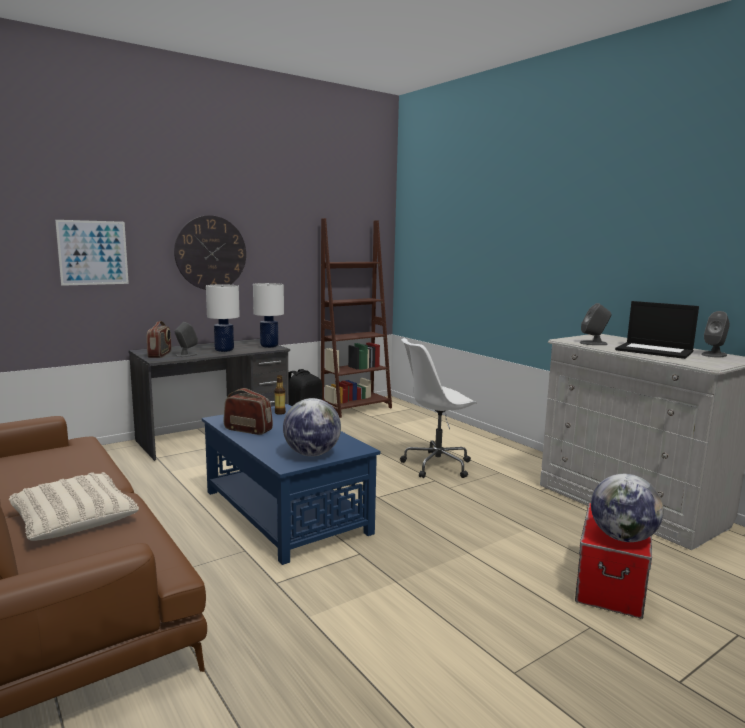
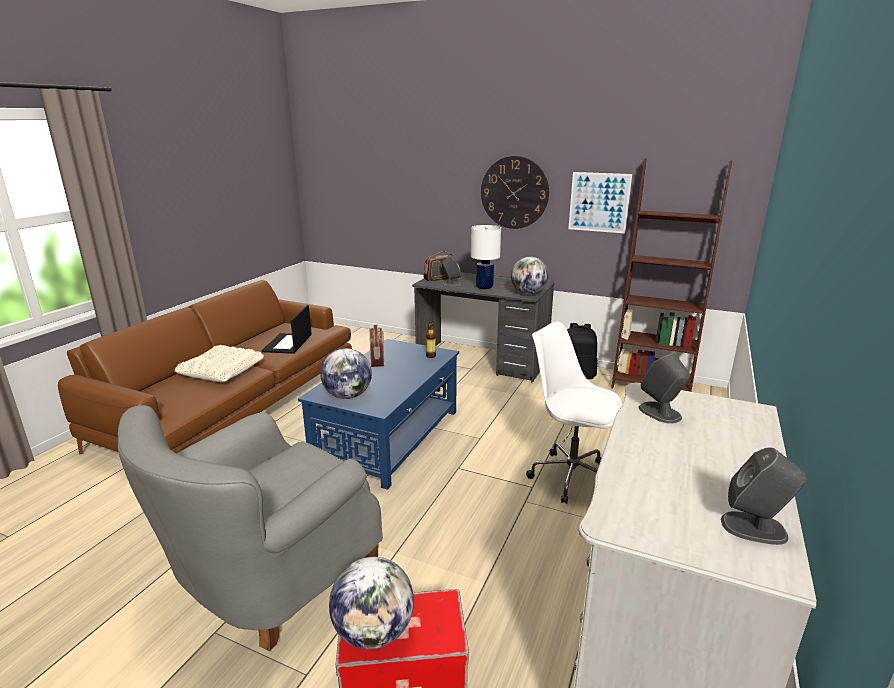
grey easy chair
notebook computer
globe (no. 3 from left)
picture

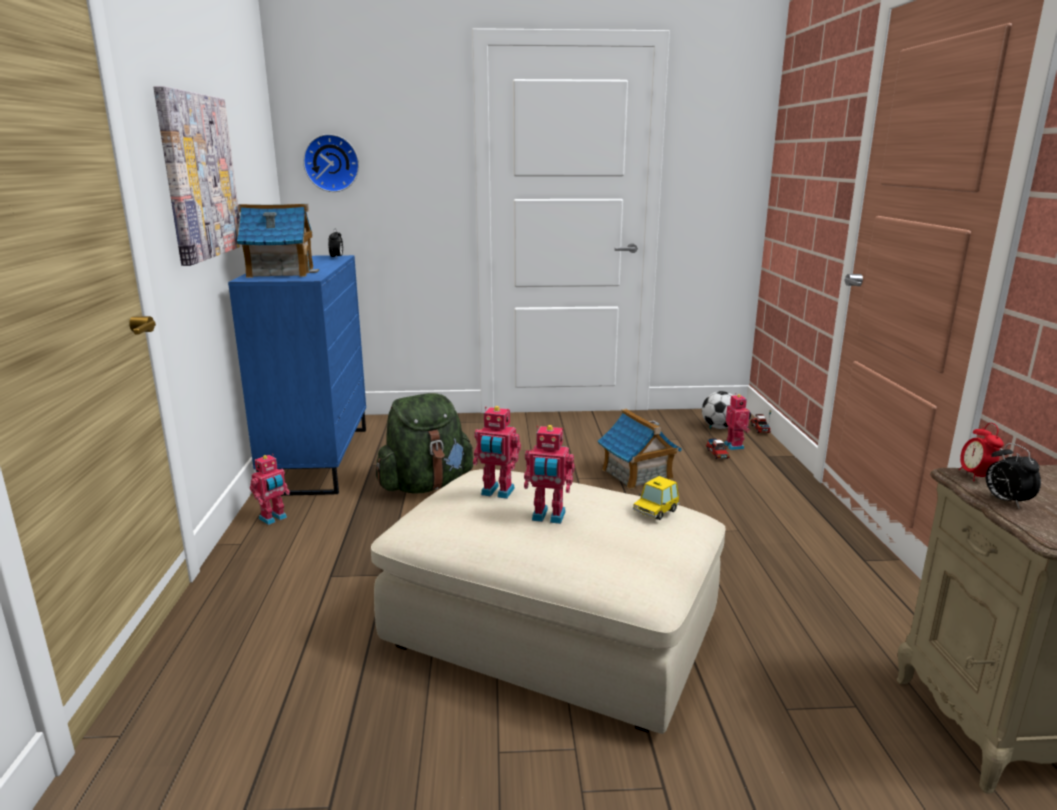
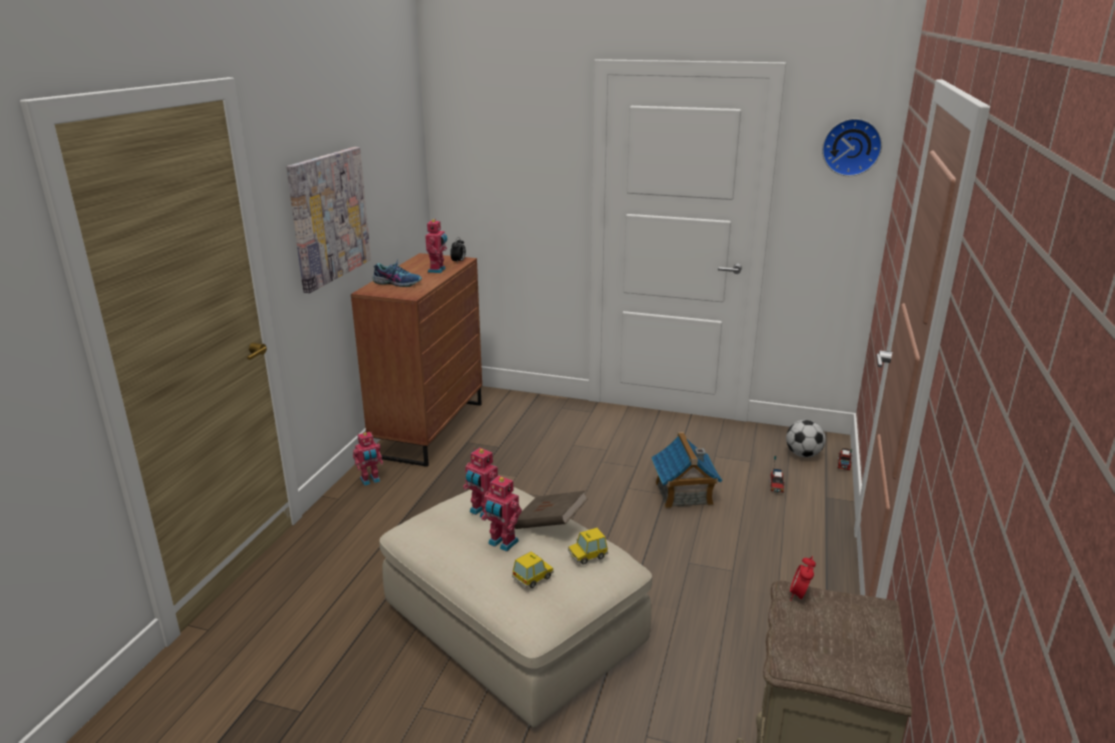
brown dresser
low shoe
robot figure (no. 2 from left)
toy car (no. 1 from left)
brown book
wall clock
green-coloured rucksack
alarm clock (no. 3 from left in the first image)

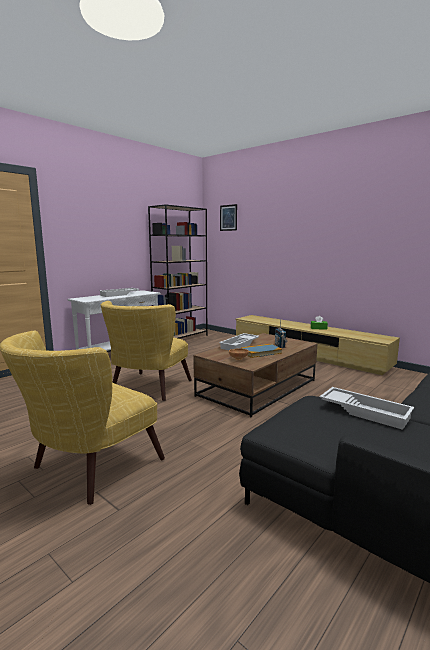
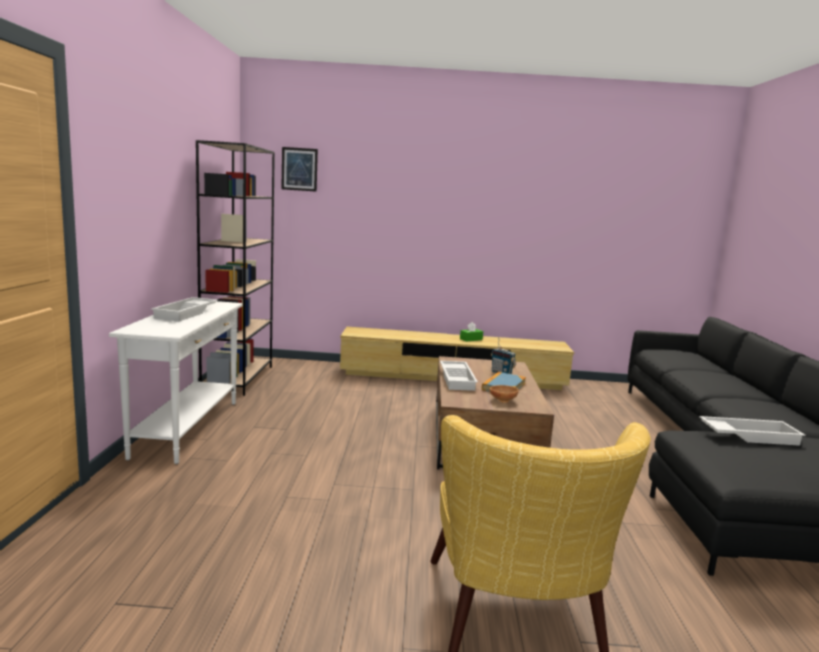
yellowish easy chair (no. 2 from left in the first image)

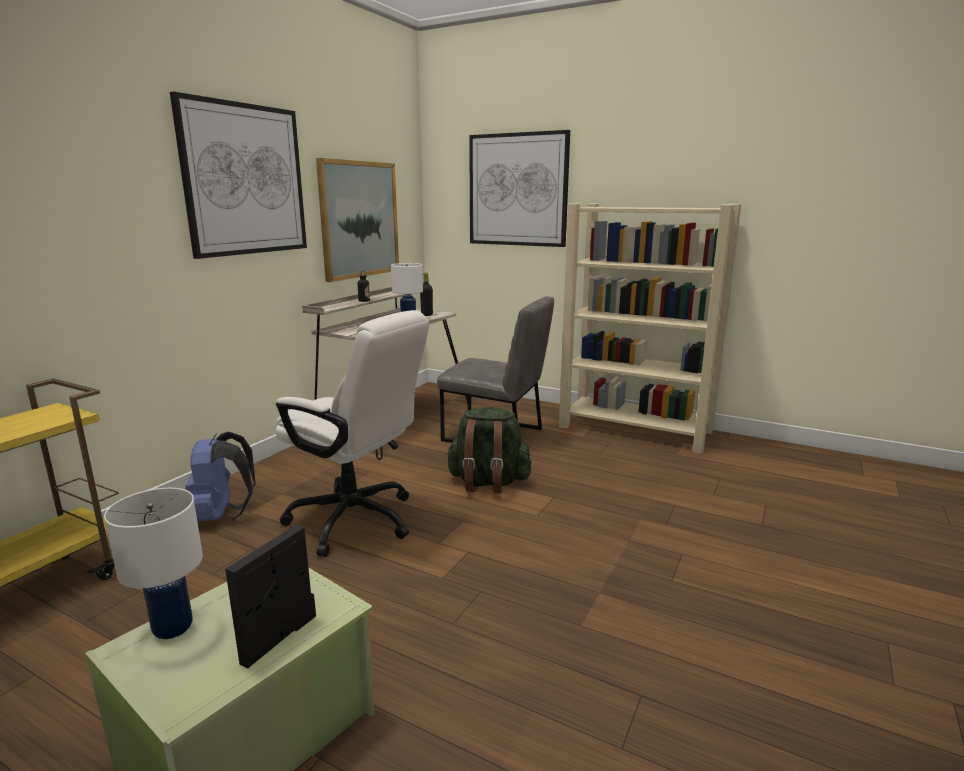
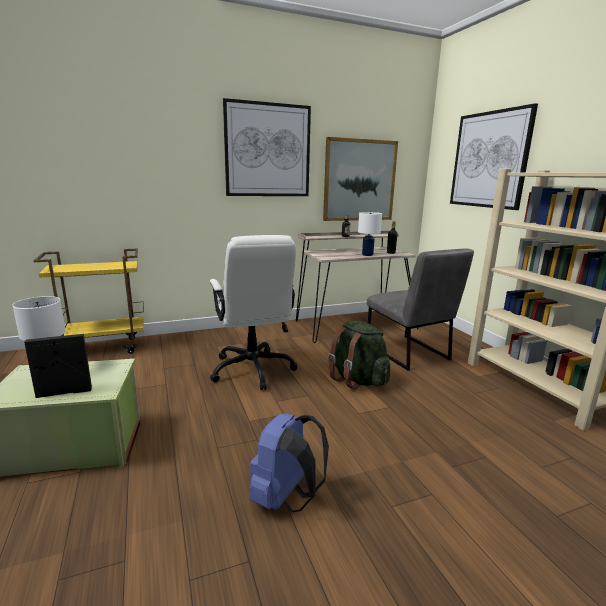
bluish rucksack

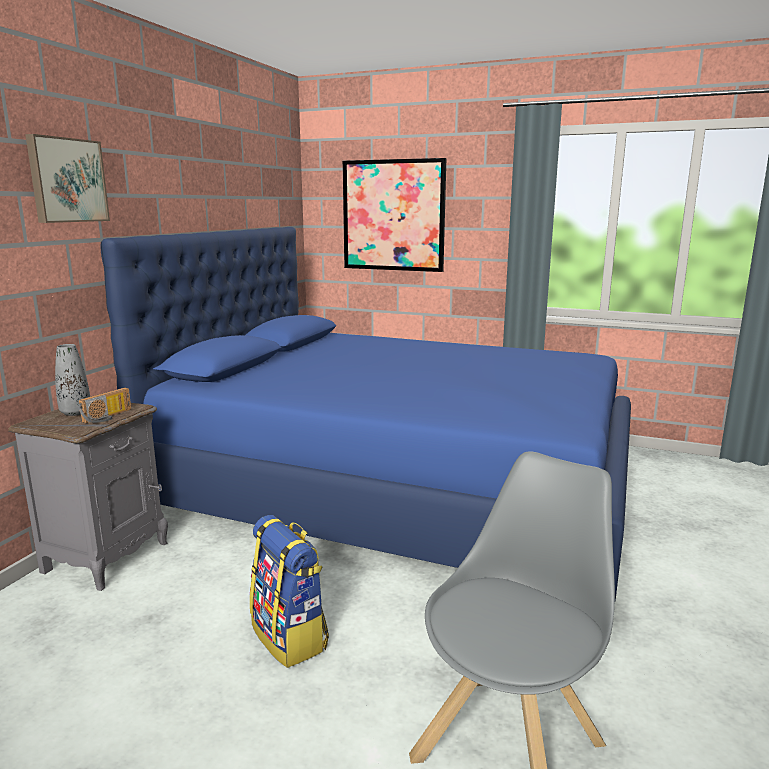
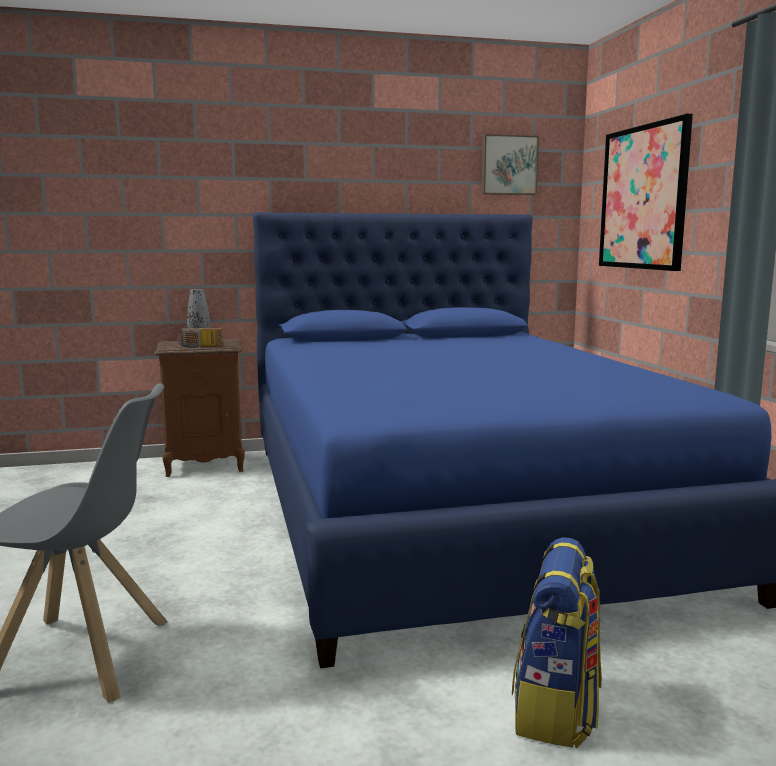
brown night table
picture (no. 1 from left)
rucksack

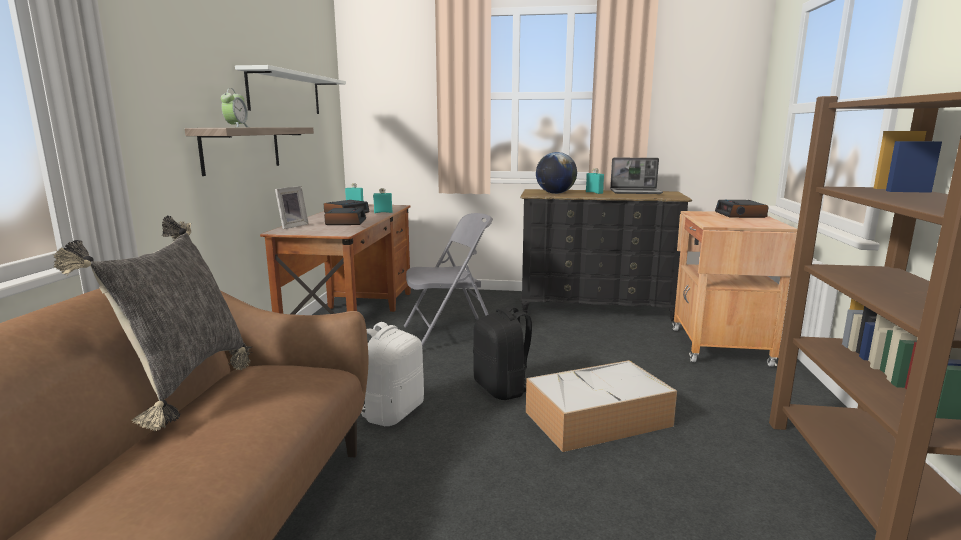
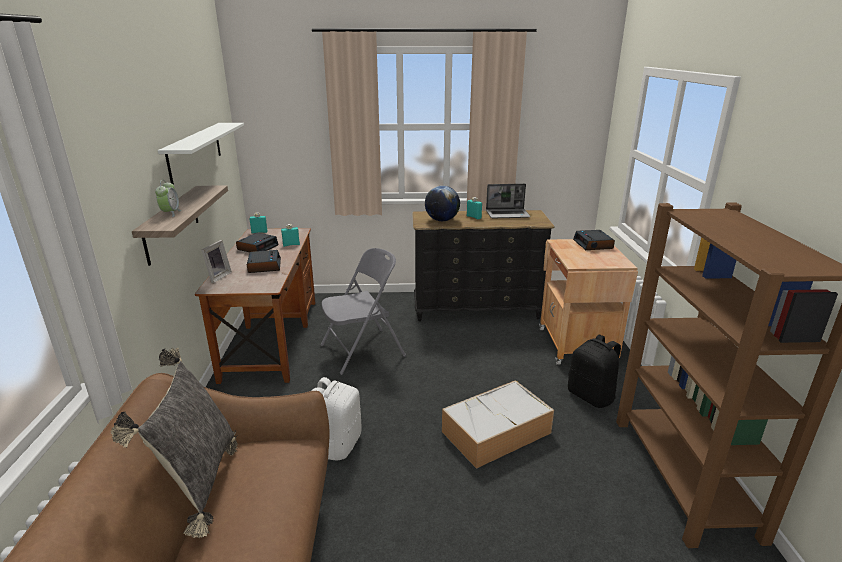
black-coloured rucksack

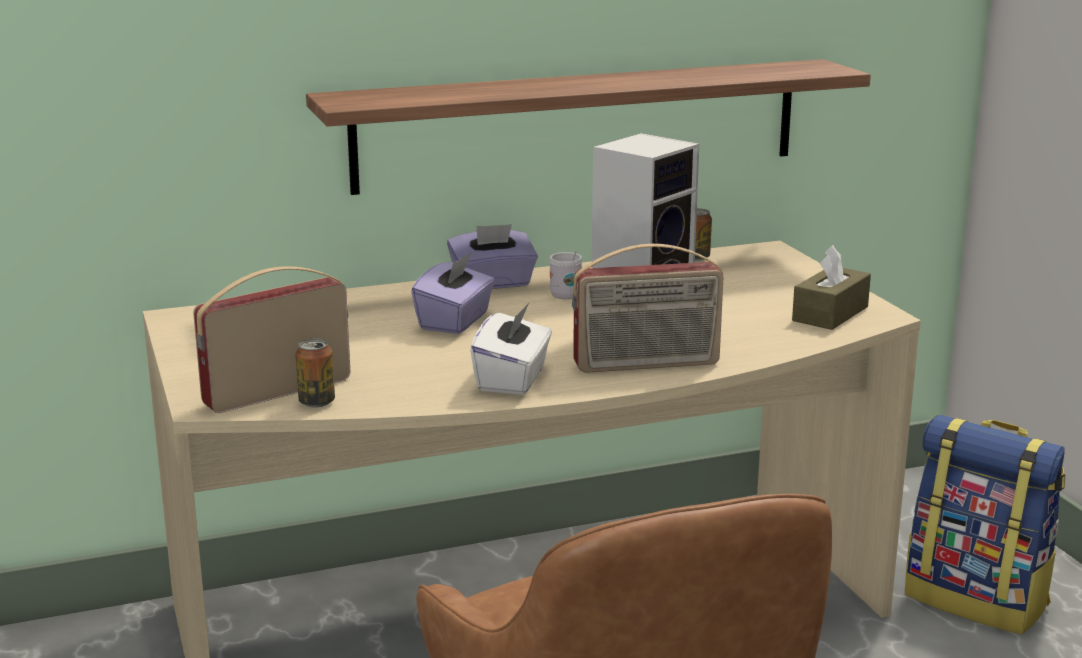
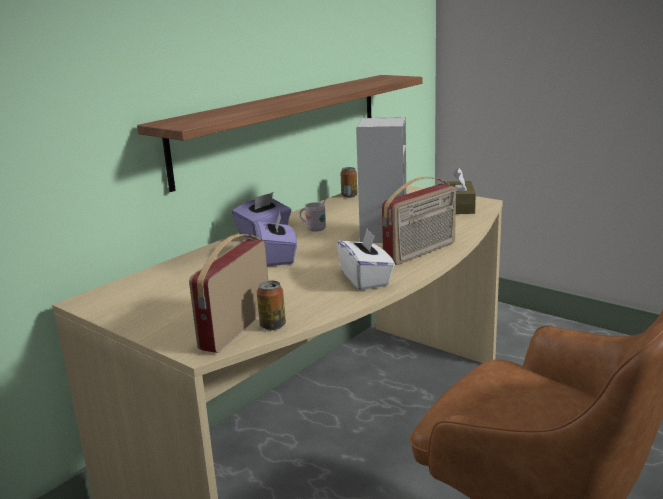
rucksack

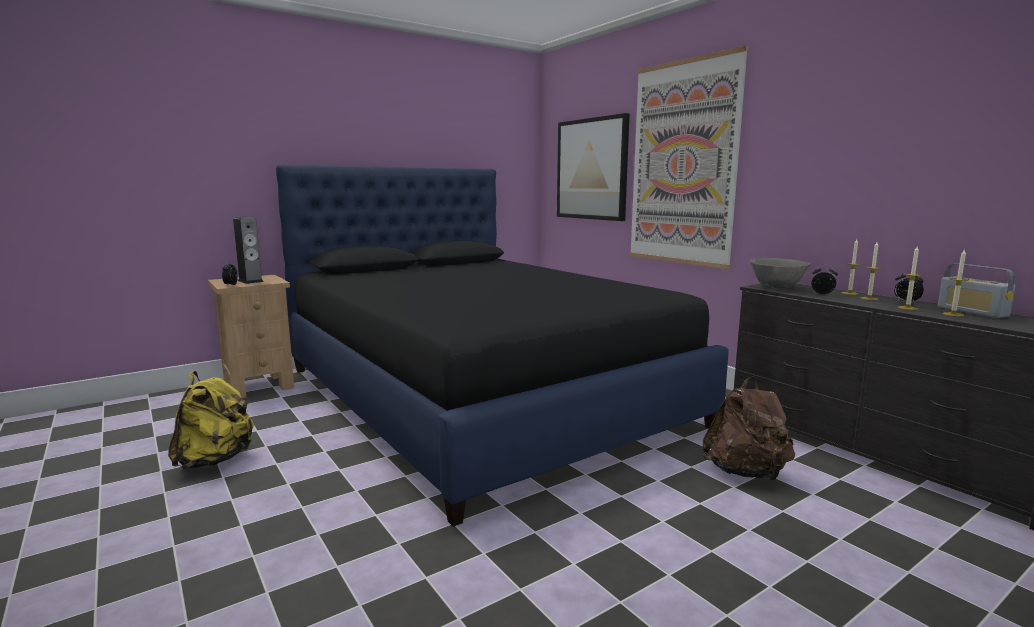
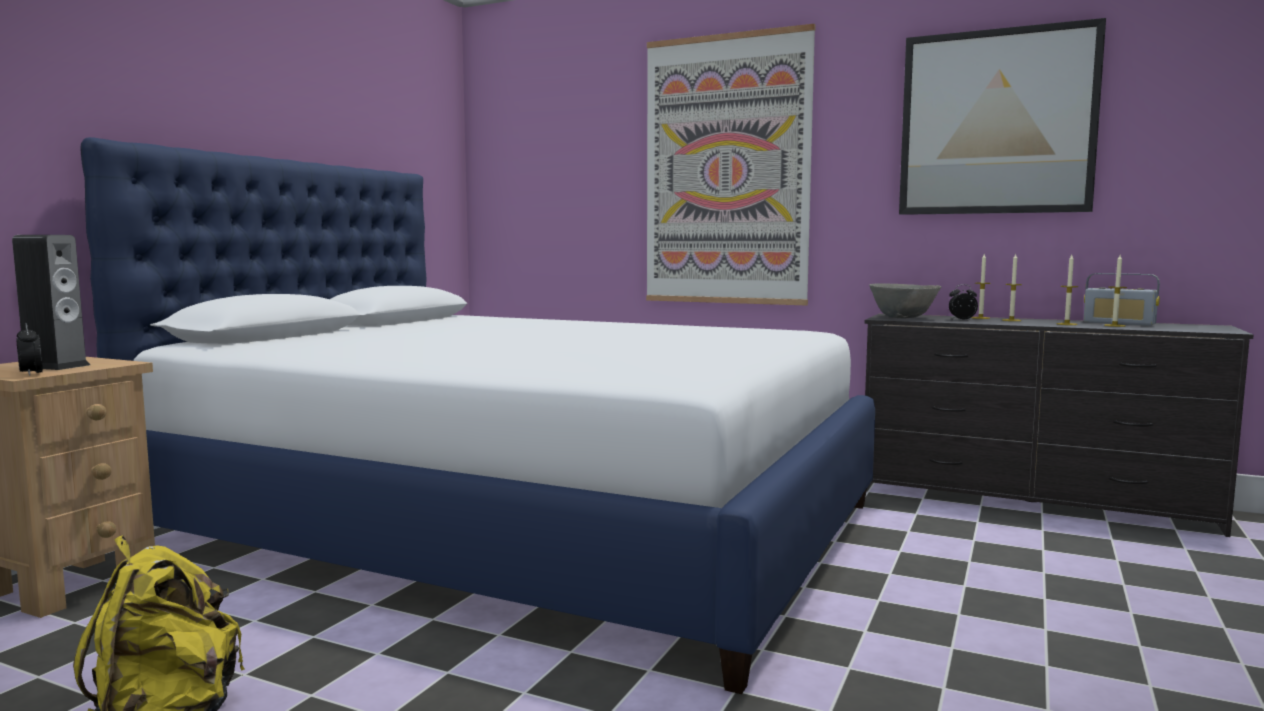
whitish sleeping bed
picture (no. 2 from left)
brown rucksack
alarm clock (no. 3 from left in the first image)

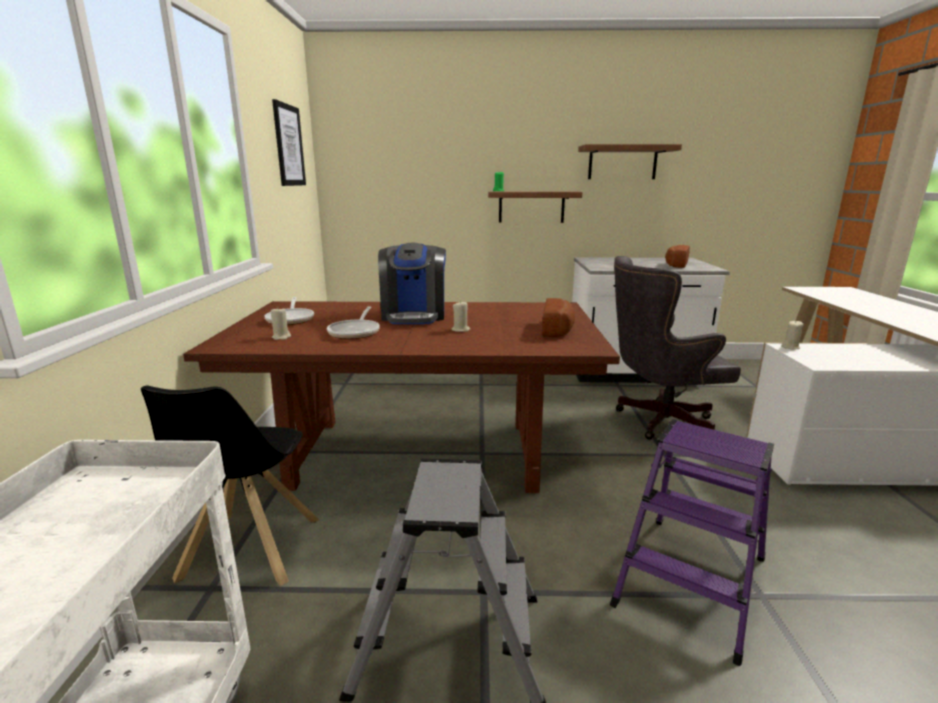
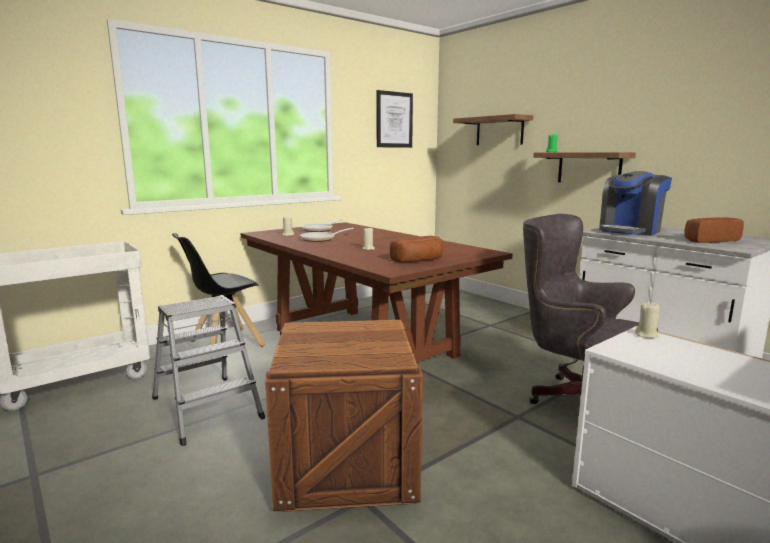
shipping crate
shelf (no. 1 from left)
coffee maker

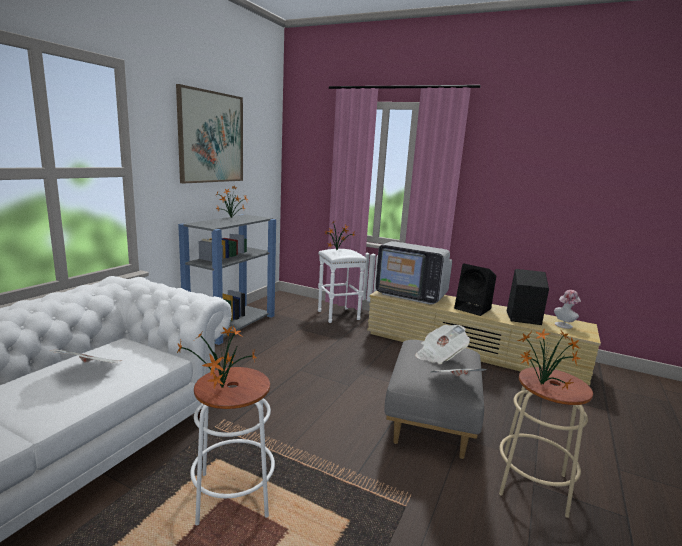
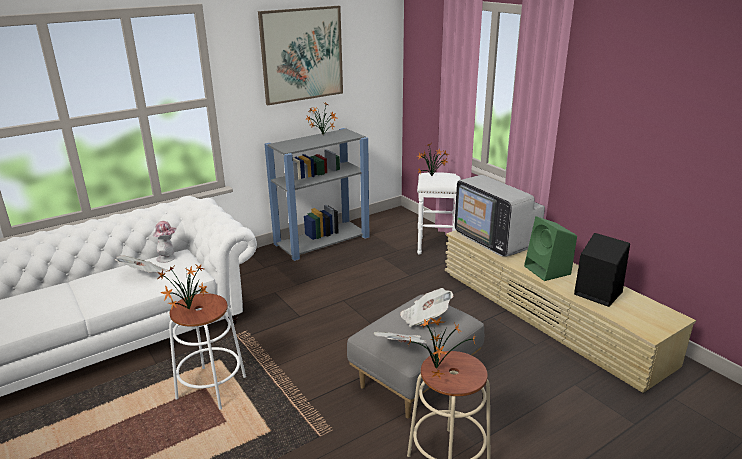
wearable hat
green-coloured speaker

